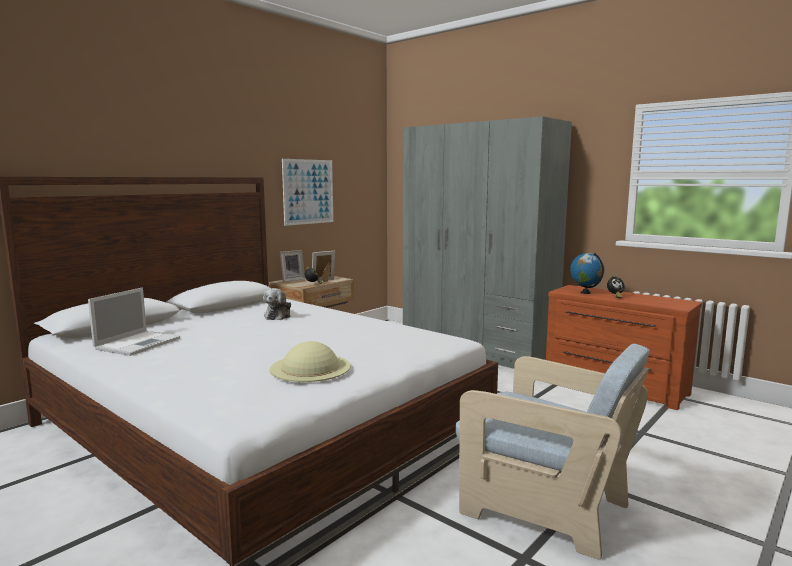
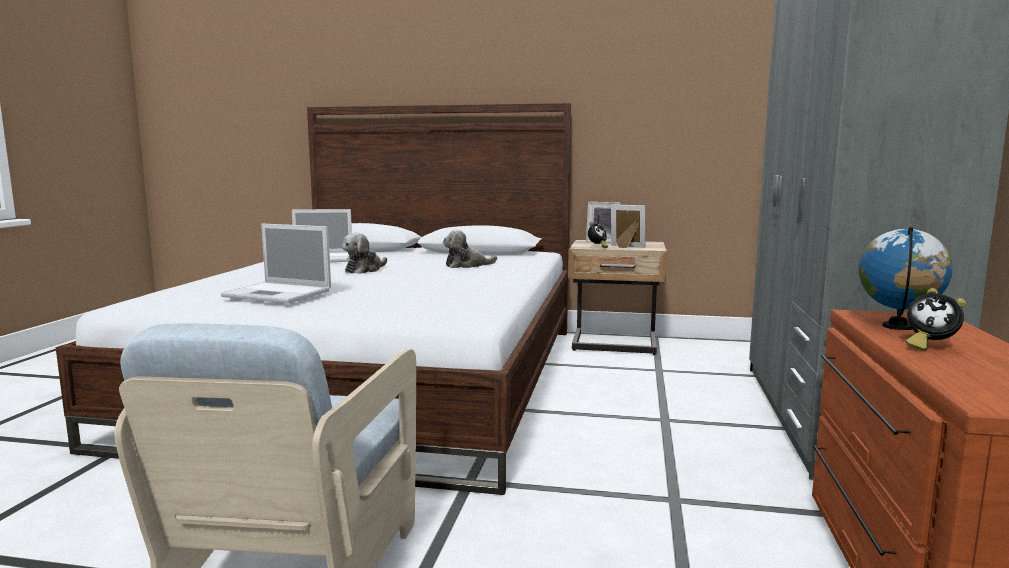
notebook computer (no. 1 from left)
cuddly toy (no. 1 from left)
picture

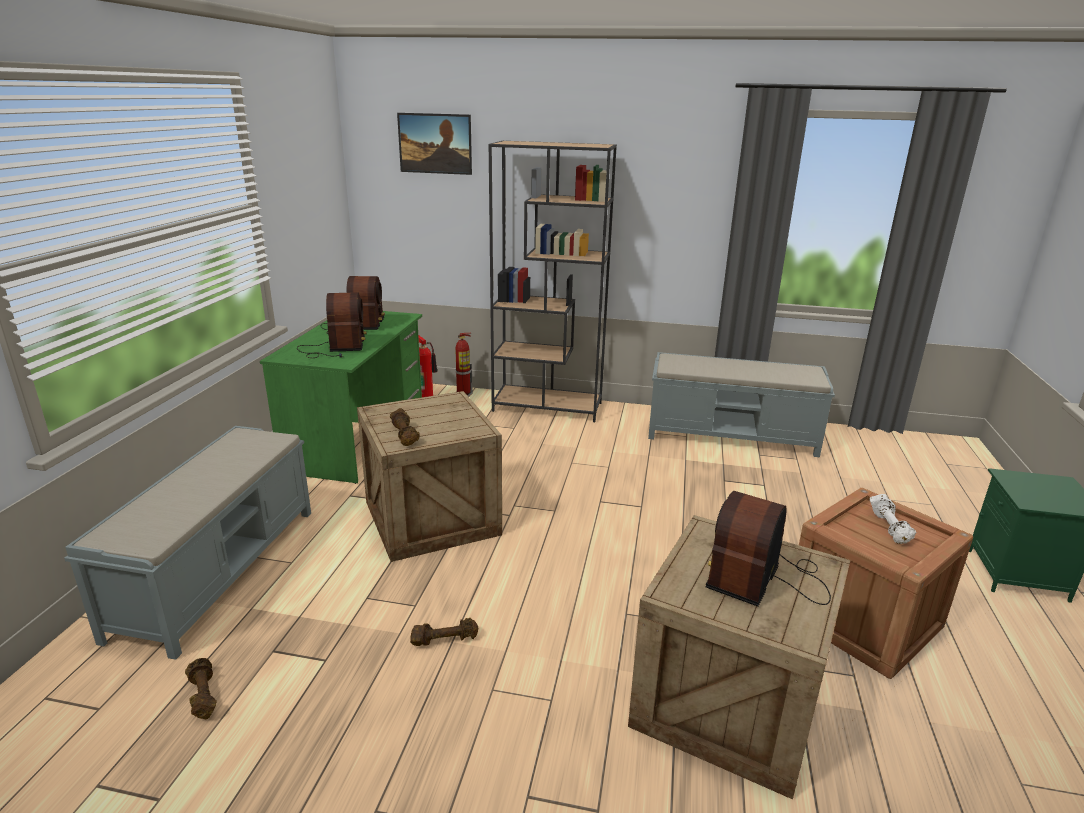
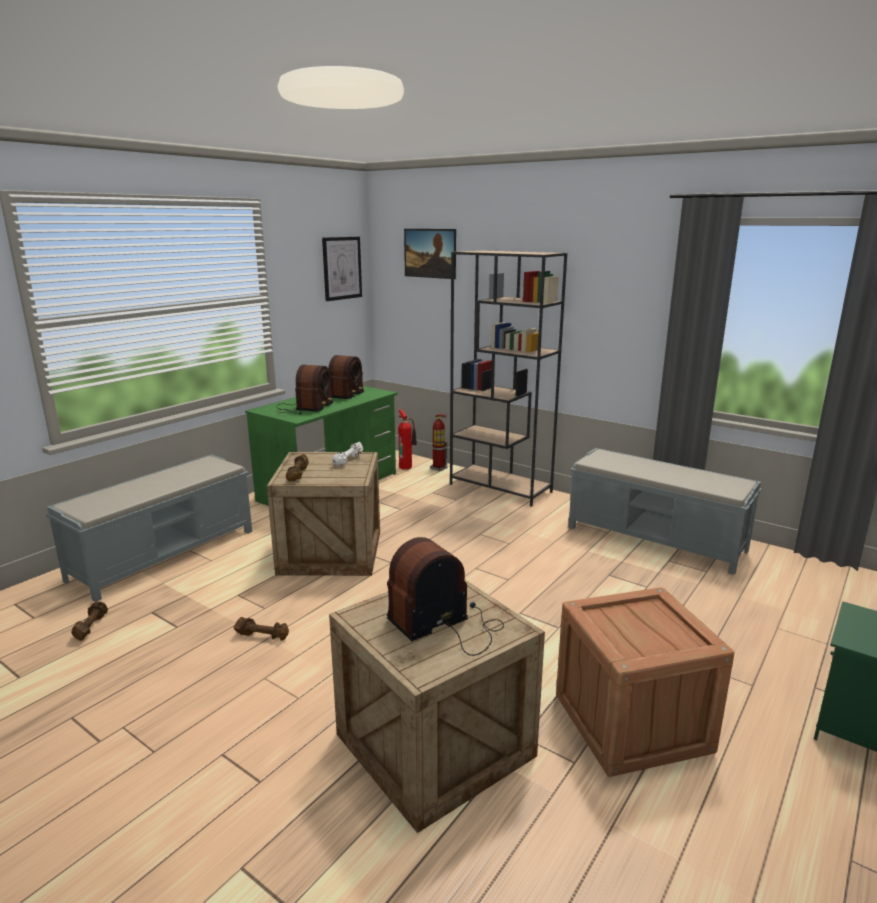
picture (no. 1 from left)
whitish hand weight

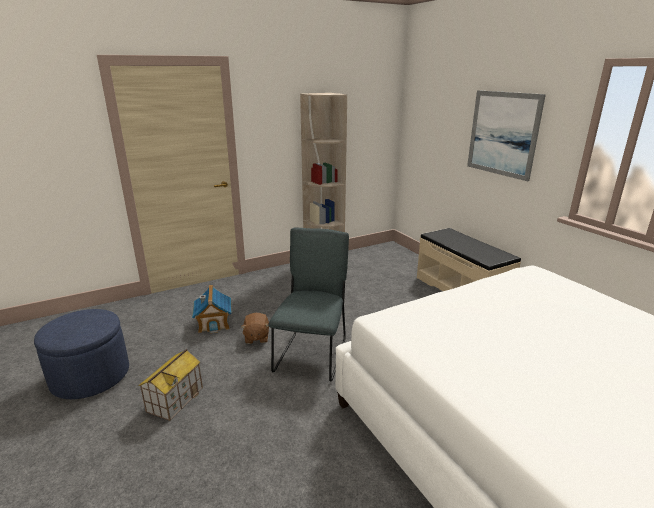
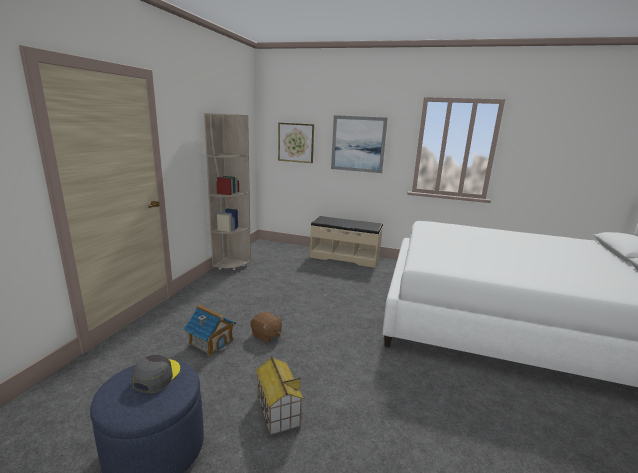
grey baseball cap
picture (no. 1 from left)
grey plain chair

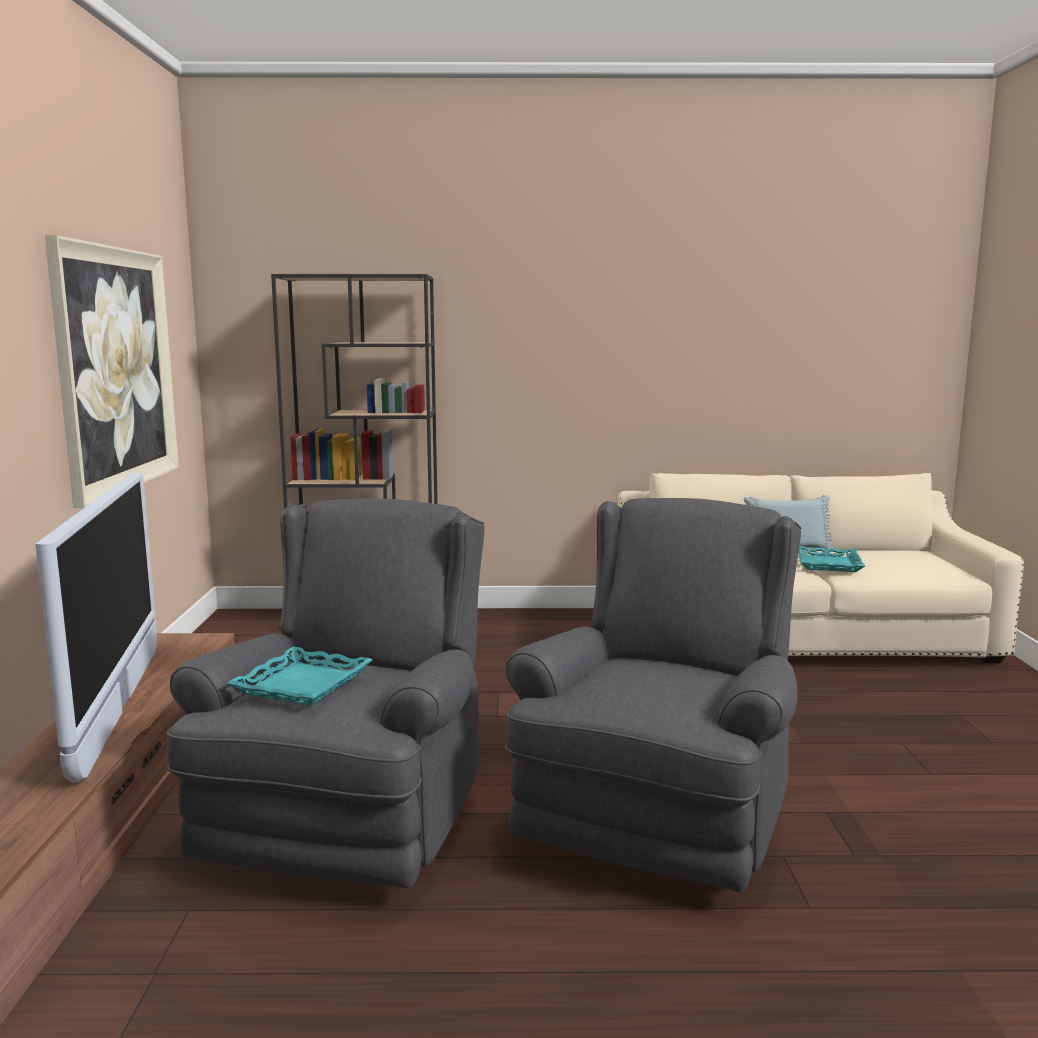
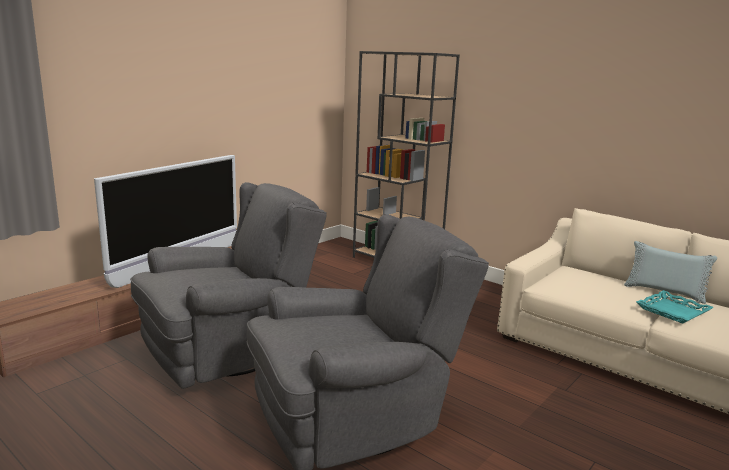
picture
turquoise-coloured tray (no. 1 from left in the first image)

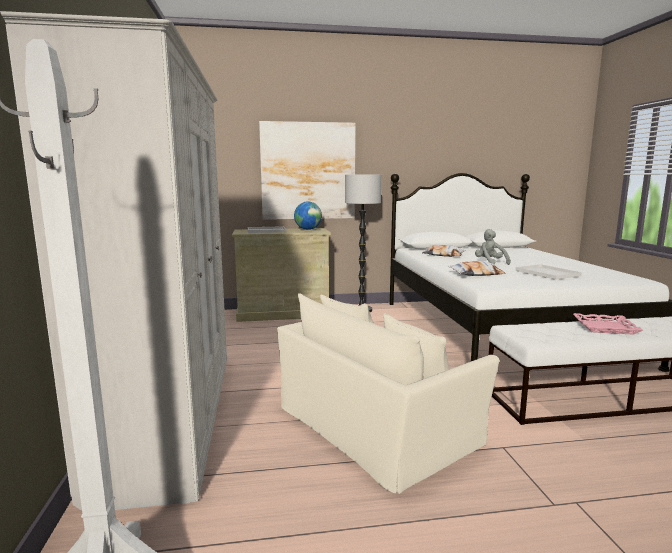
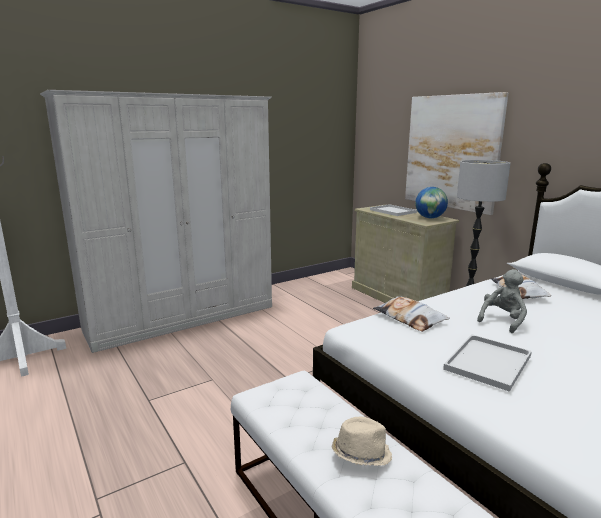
beige-coloured wearable hat
beige-coloured easy chair

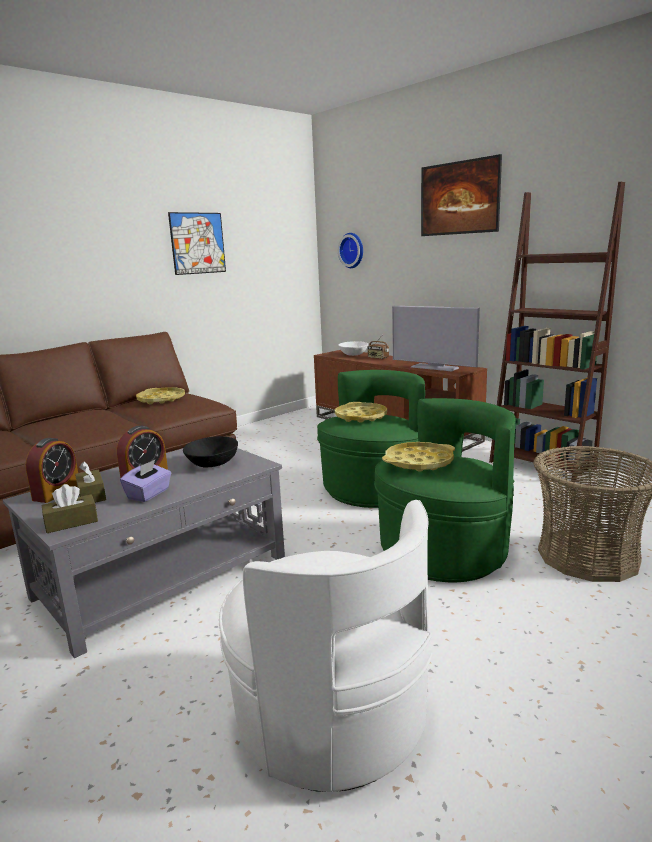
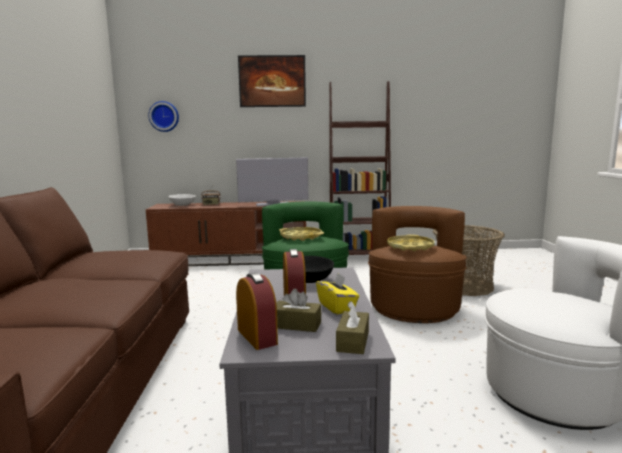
yellowish box of tissues
brown easy chair
yellowish tray (no. 1 from left in the first image)
picture (no. 1 from left in the first image)

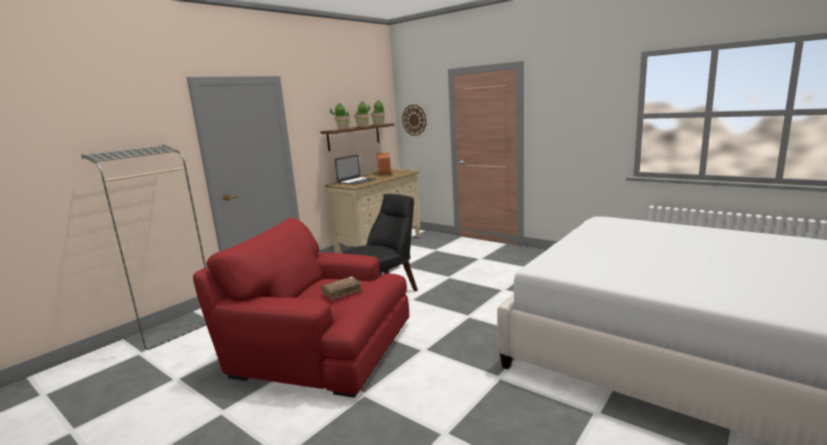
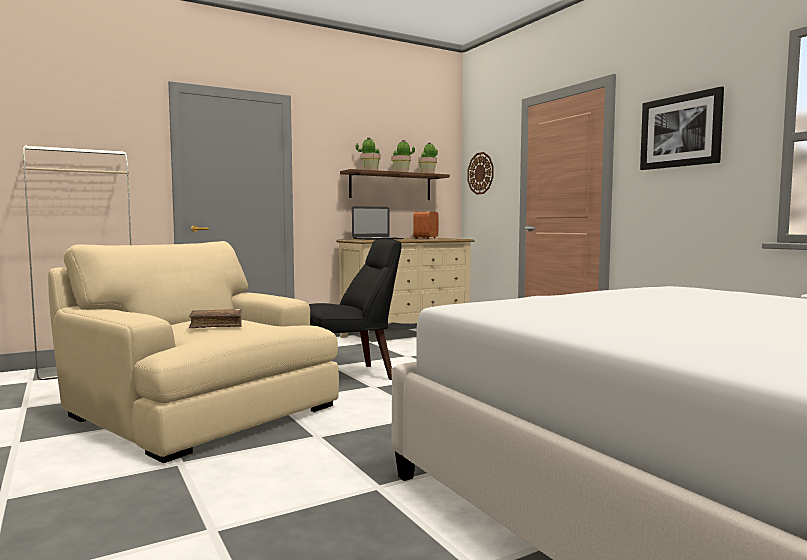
beige-coloured easy chair
picture

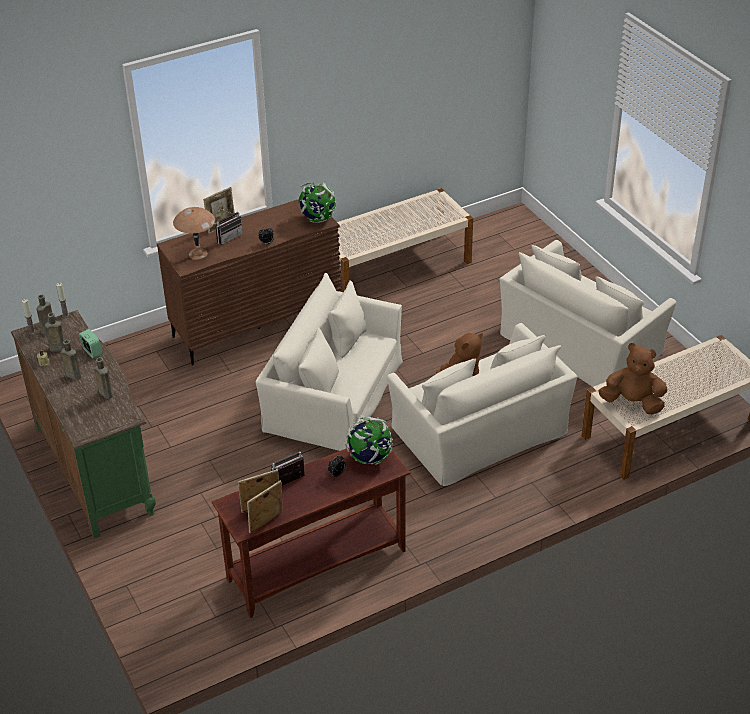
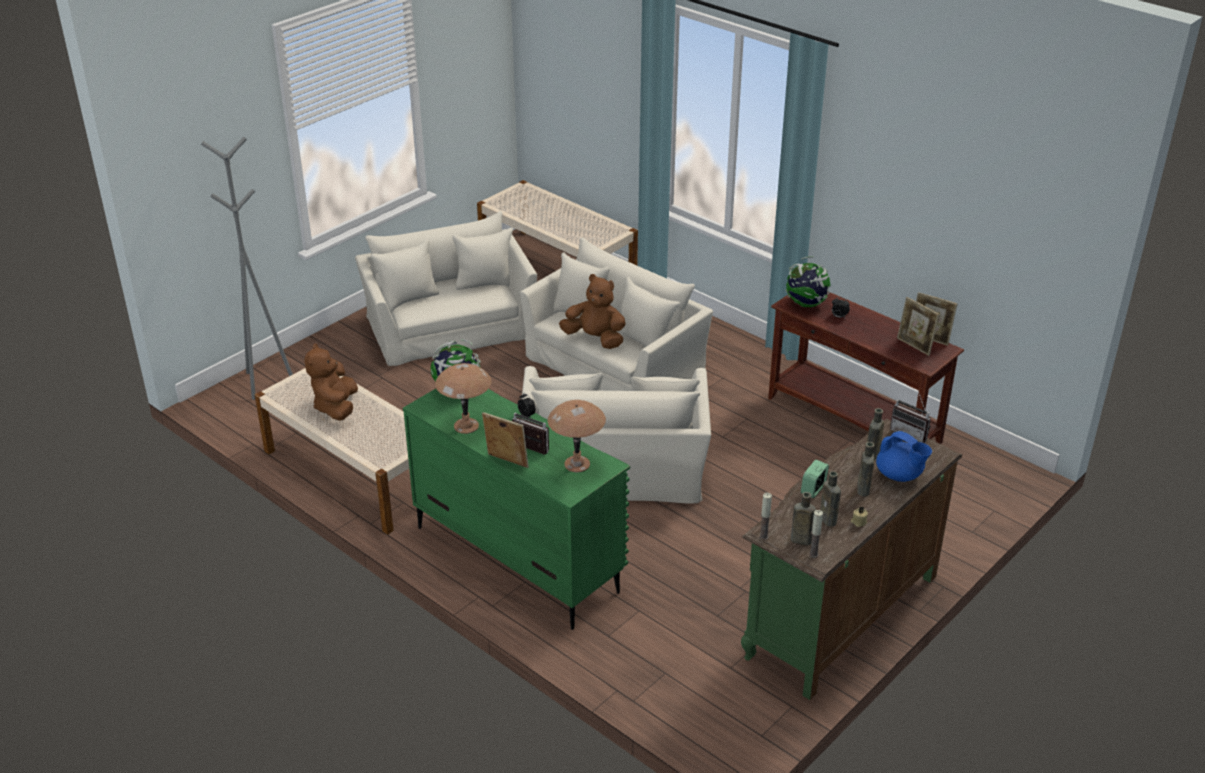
grey garment rack
brown cuddly toy (no. 1 from left)
beige-coloured easy chair (no. 1 from left)
green-coloured dresser (no. 1 from left)
brown tabletop lamp (no. 1 from left)
bluish teapot
radio (no. 2 from left)

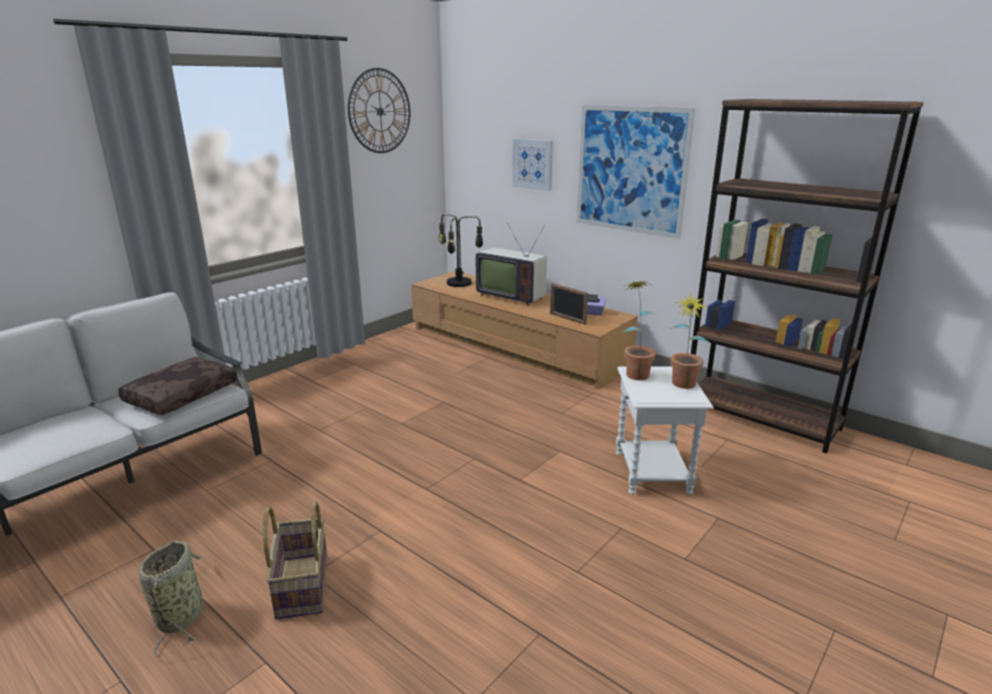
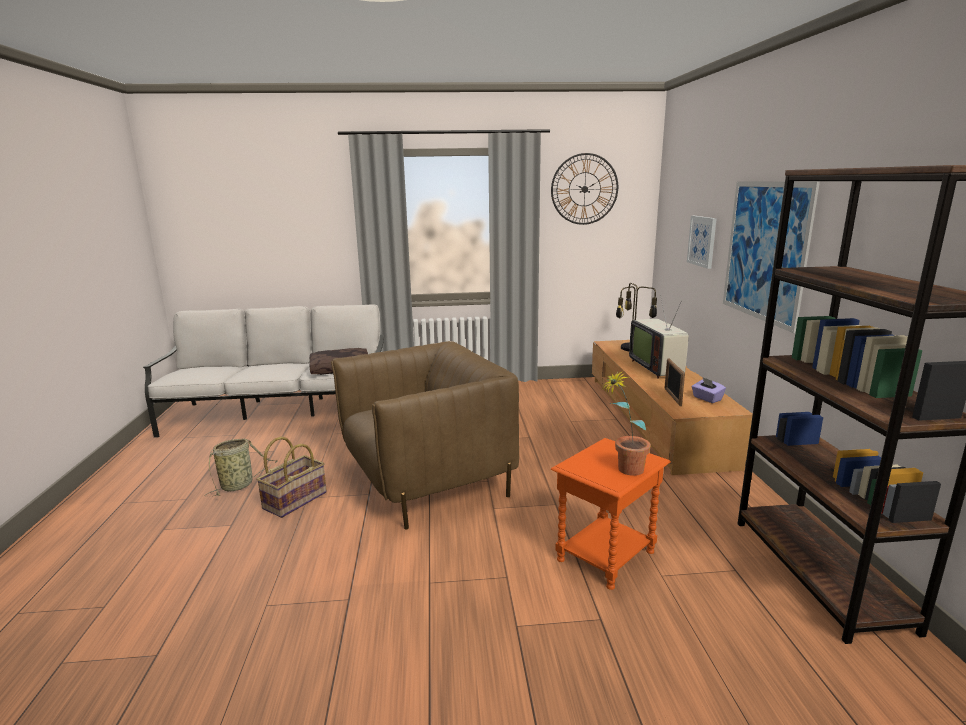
brown easy chair
orange end table
plant in a pot (no. 1 from left in the first image)

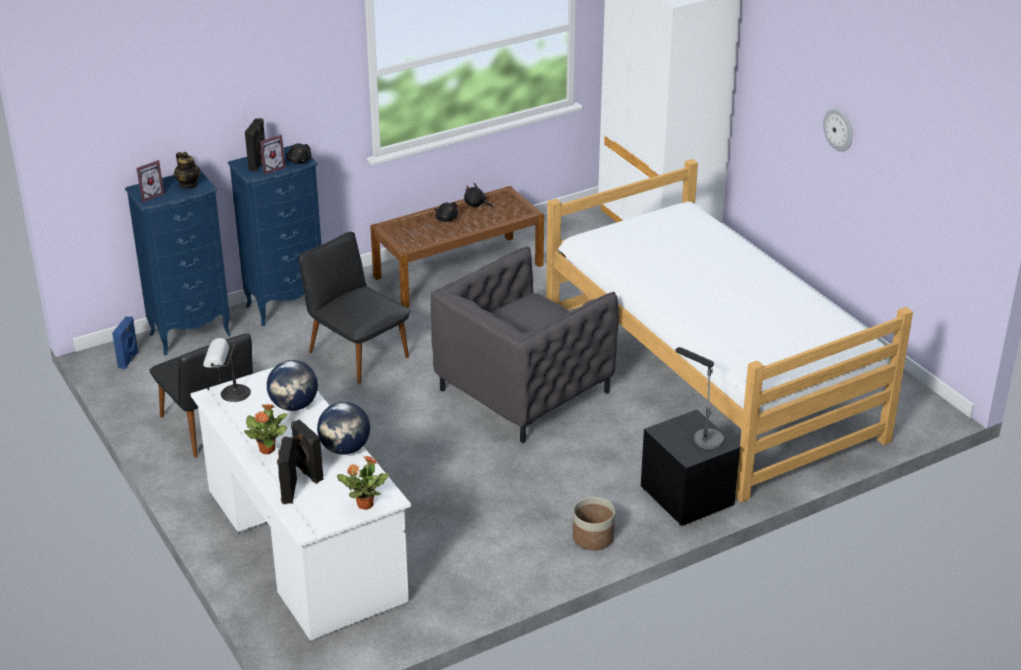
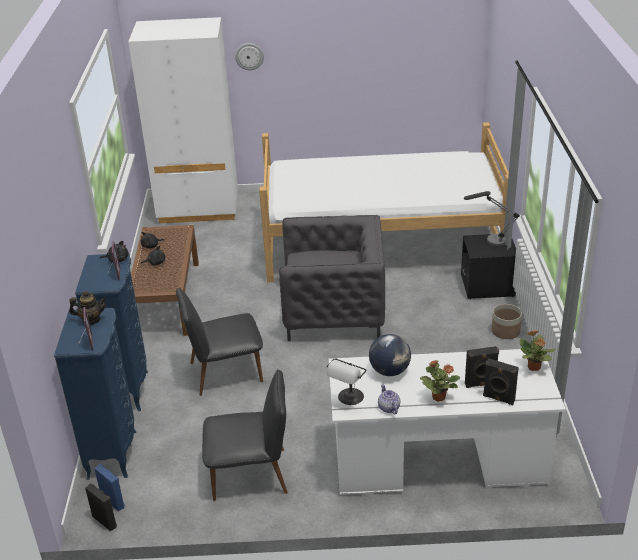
black-coloured speaker (no. 1 from left)
wall clock
grey easy chair
teapot (no. 2 from left)
globe (no. 2 from left in the first image)

